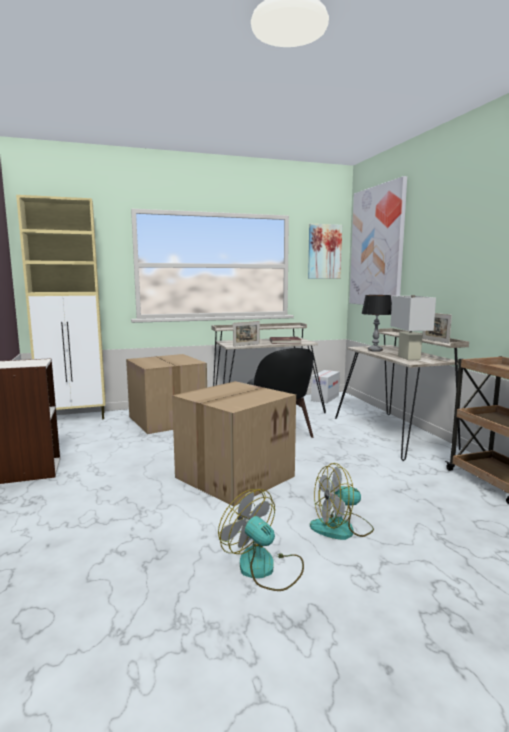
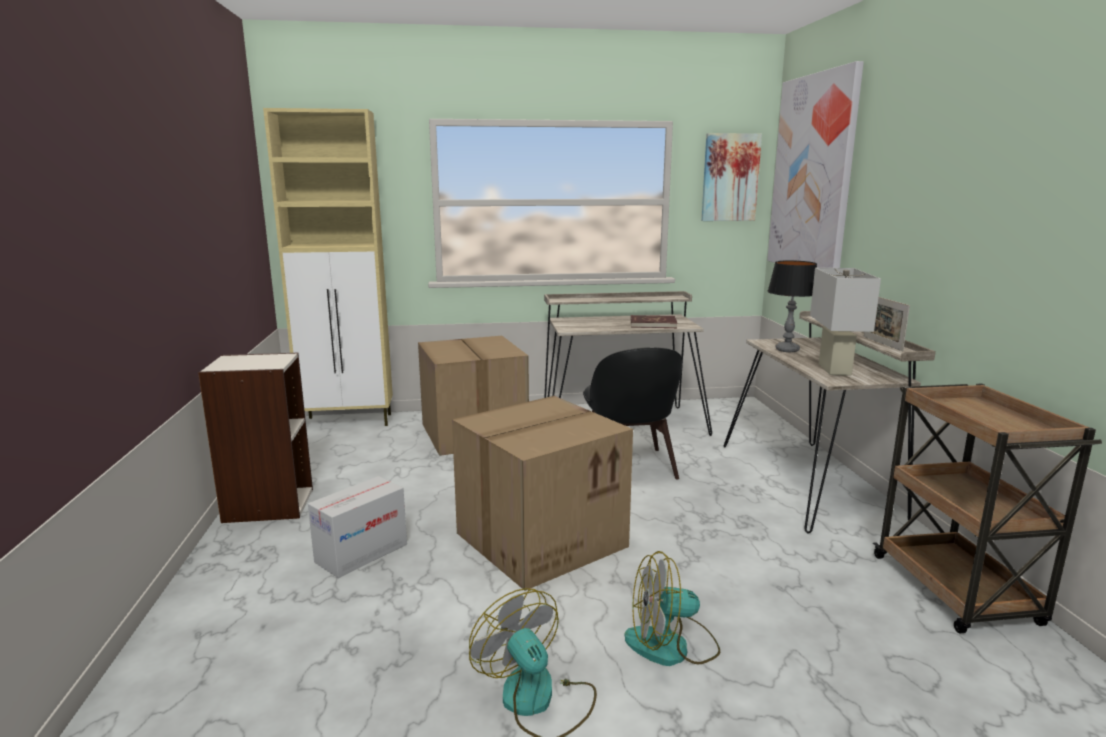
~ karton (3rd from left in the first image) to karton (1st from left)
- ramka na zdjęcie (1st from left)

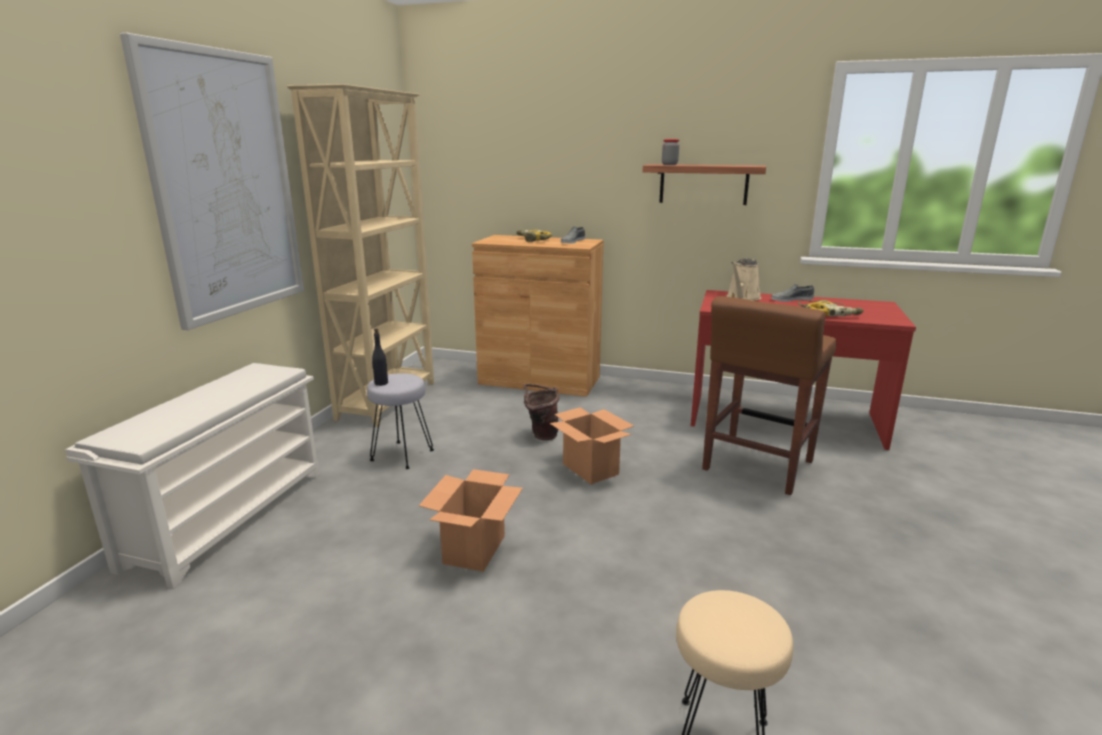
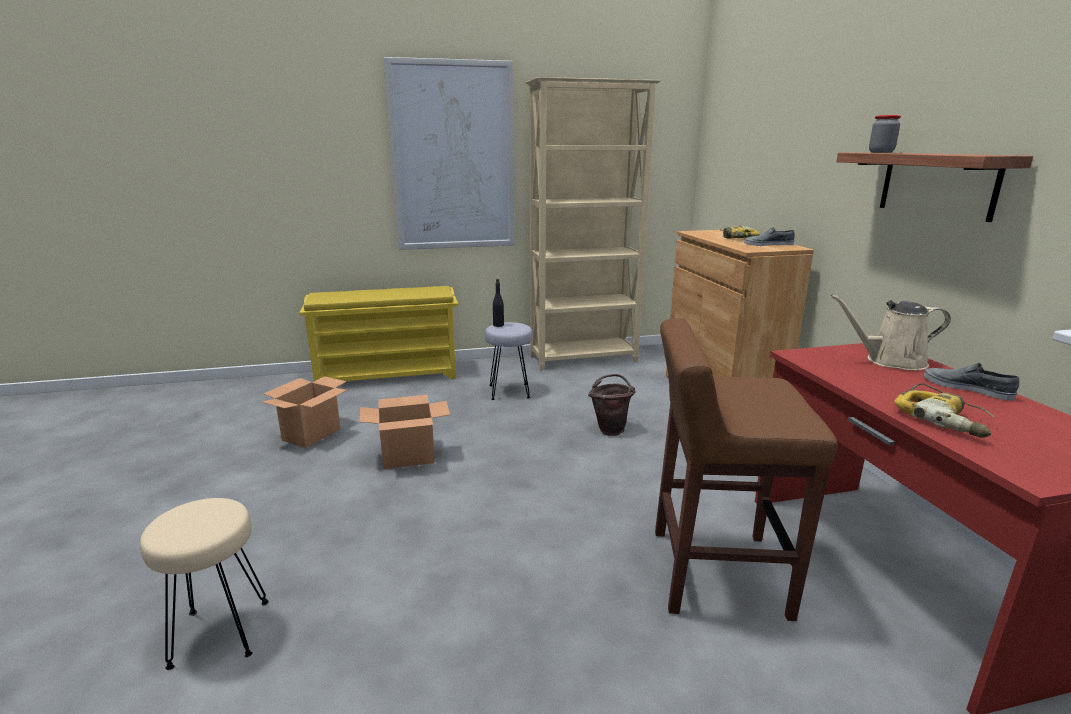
~ karton (2nd from left in the first image) to karton (1st from left)
~ regał na buty/biały to regał na buty/żółty

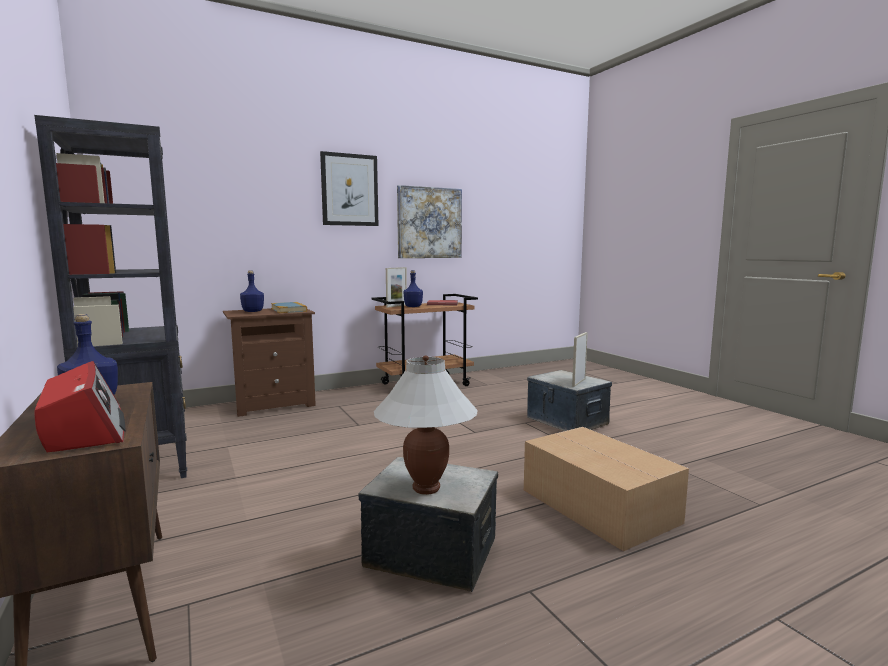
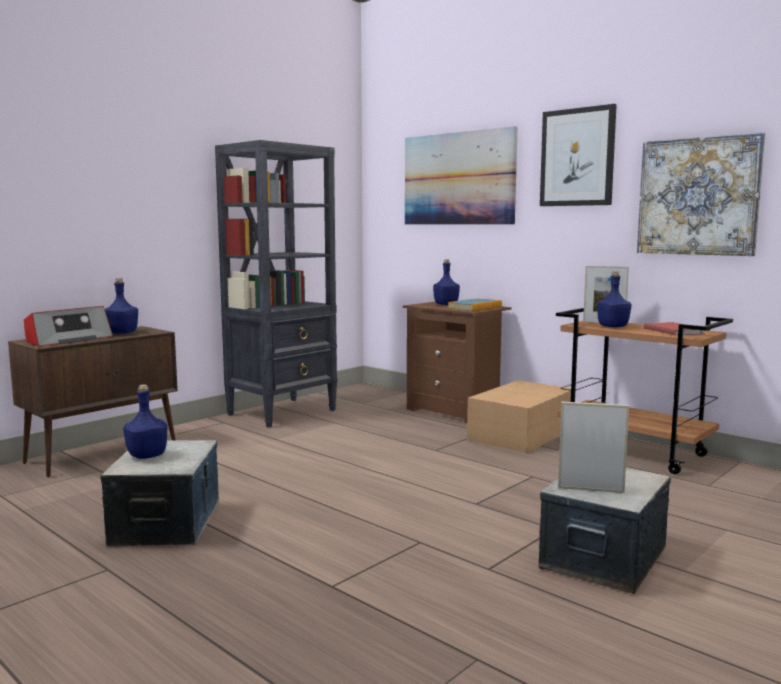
~ lampa stołowa/biały to butelka/niebieski (2nd from left)
+ obraz (1st from left)
~ karton

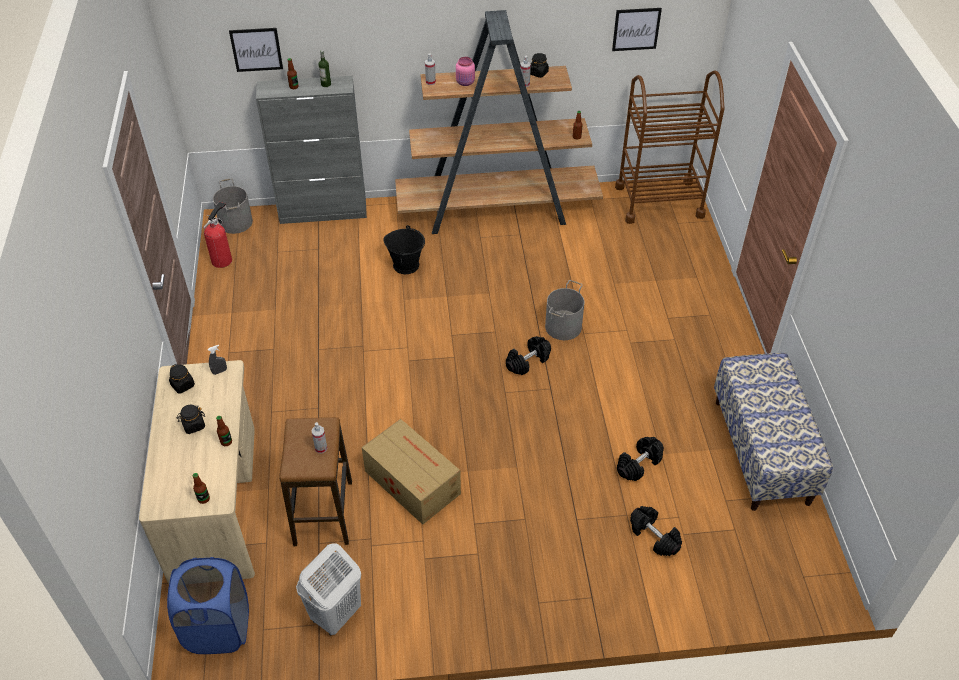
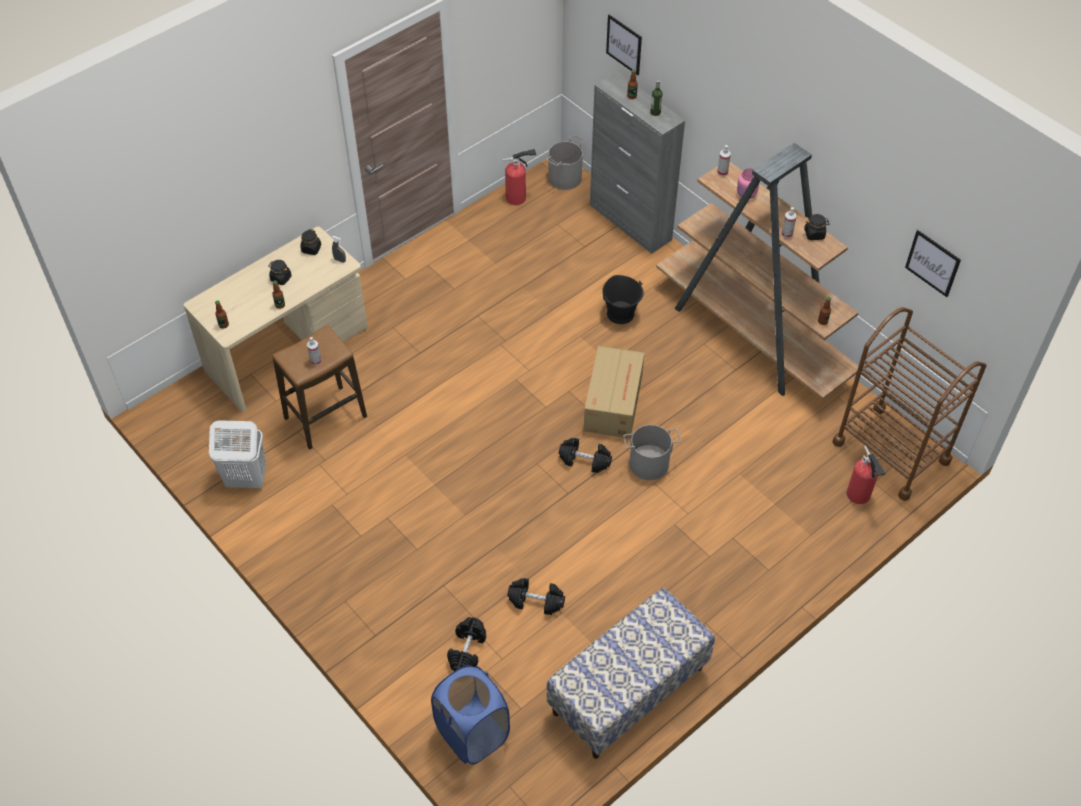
~ kosz na pranie/niebieski
~ karton
+ gaśnica (2nd from left)

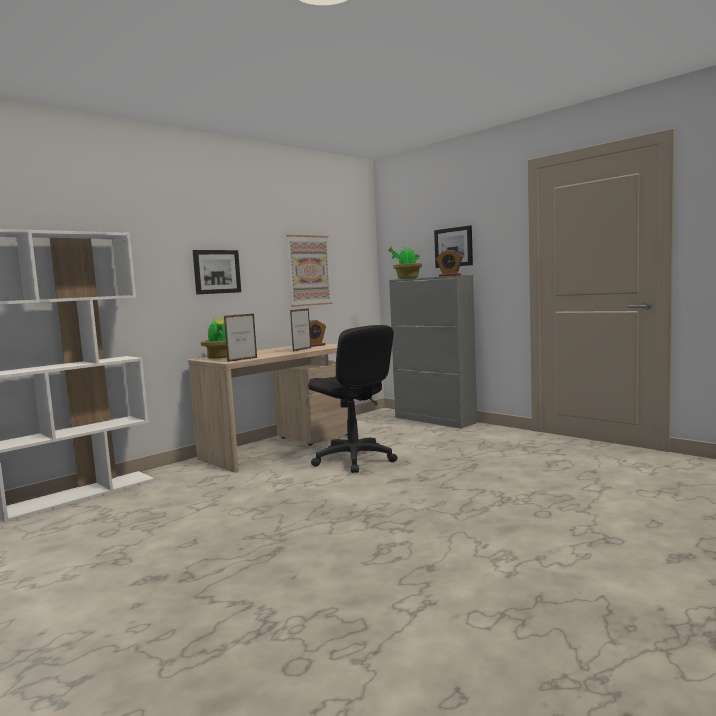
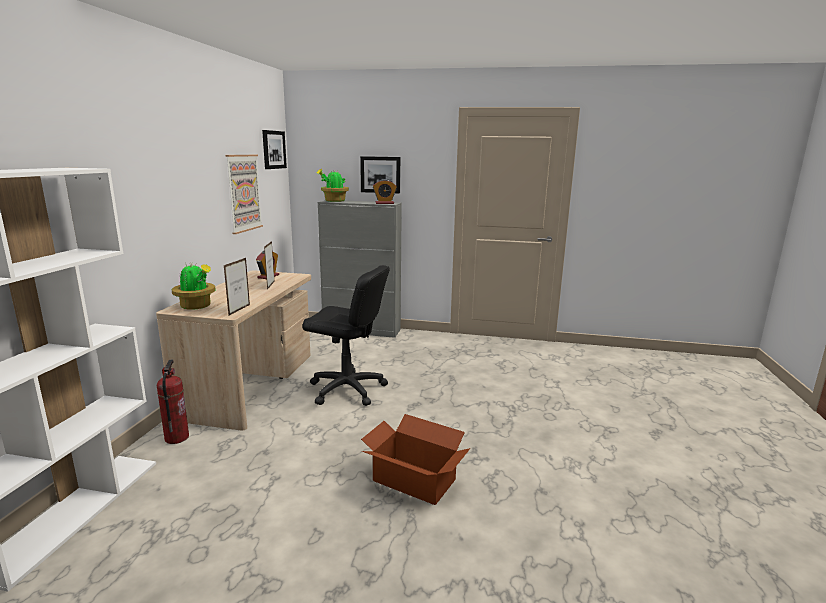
+ gaśnica
~ obraz (1st from left in the first image) to obraz (2nd from left)
+ karton

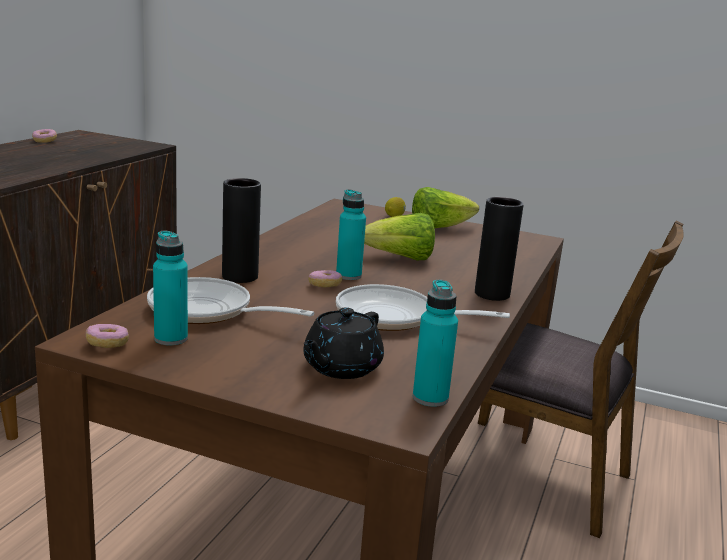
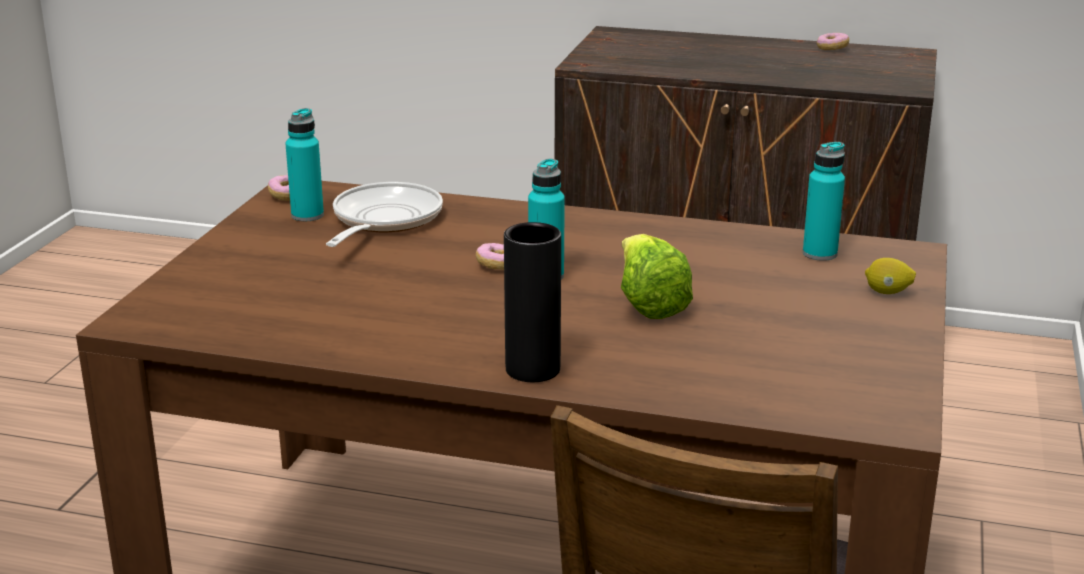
~ butelka/turkusowy (3rd from left)
- wazon/czarny (1st from left)
- imbryk/czarny
- patelnia (2nd from left)
- sałata (2nd from left)

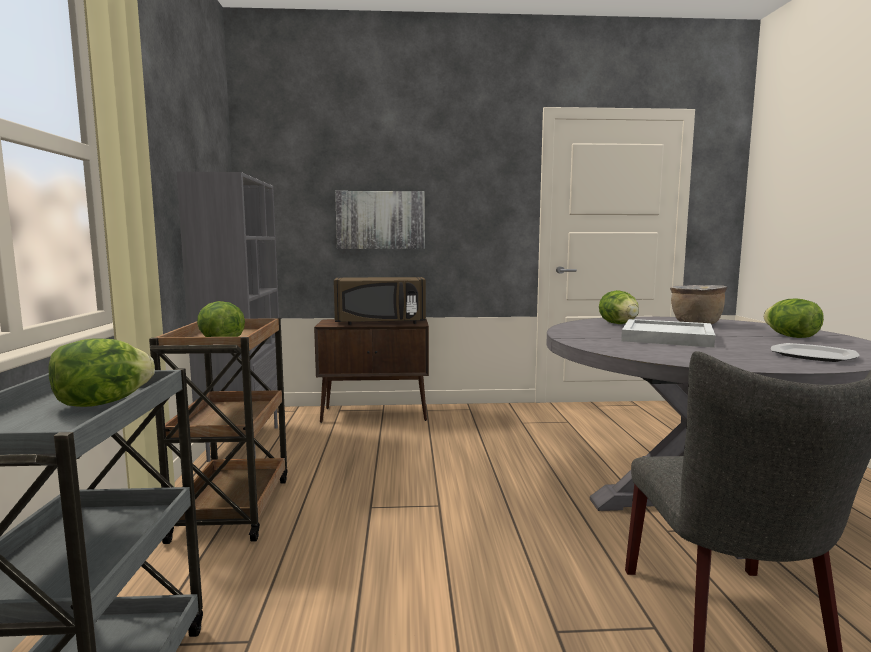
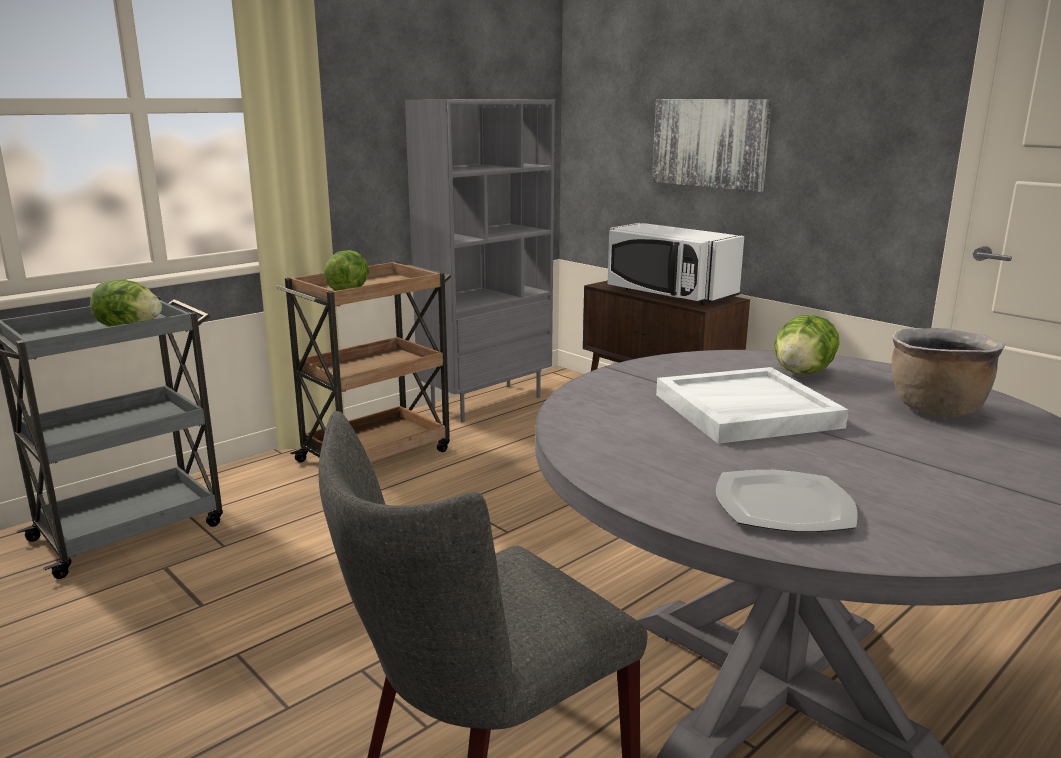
~ mikrofalówka/brązowy to mikrofalówka/biały
- sałata (4th from left)

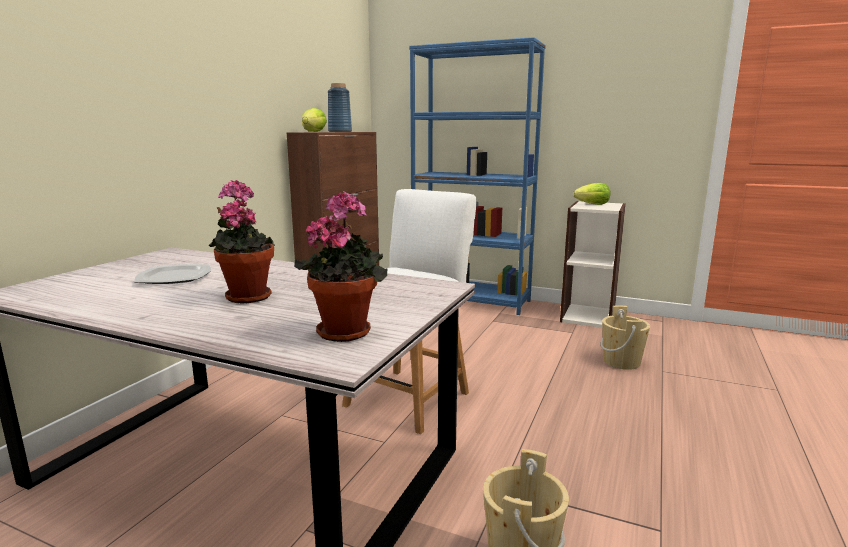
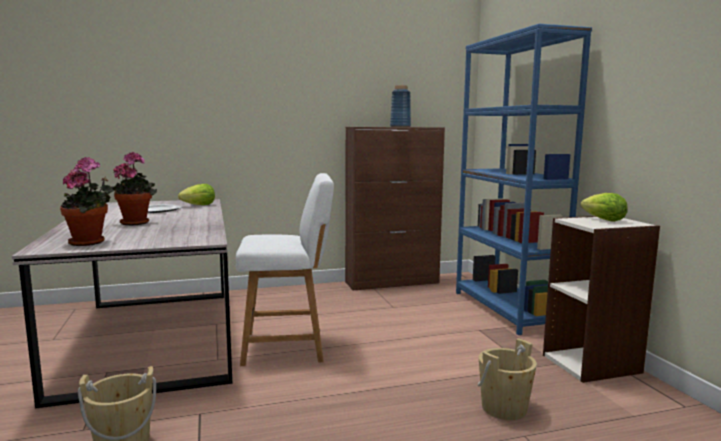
~ sałata (1st from left)

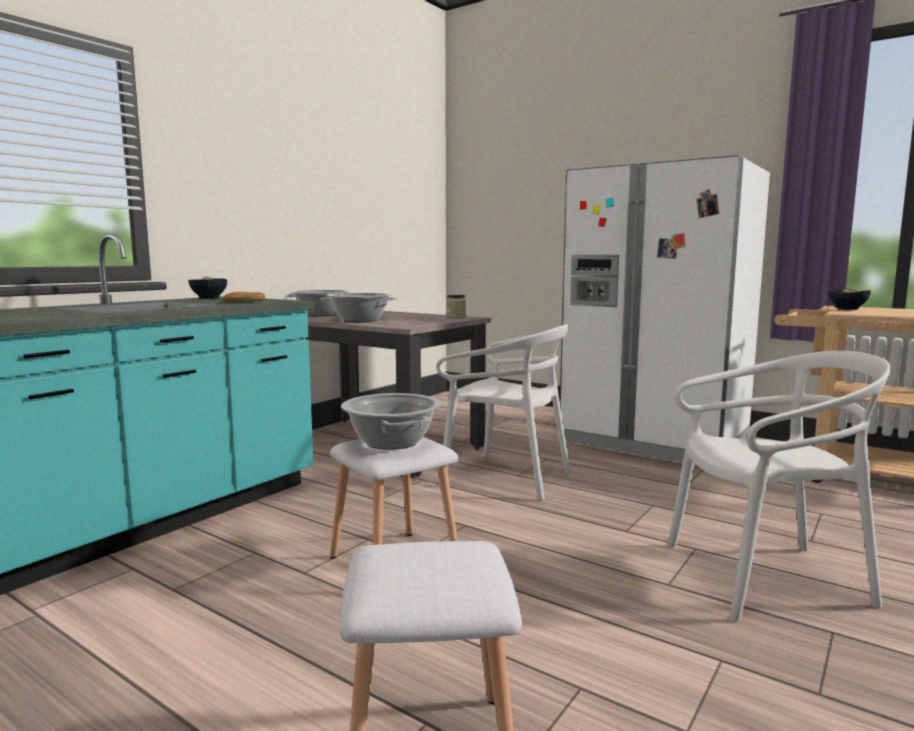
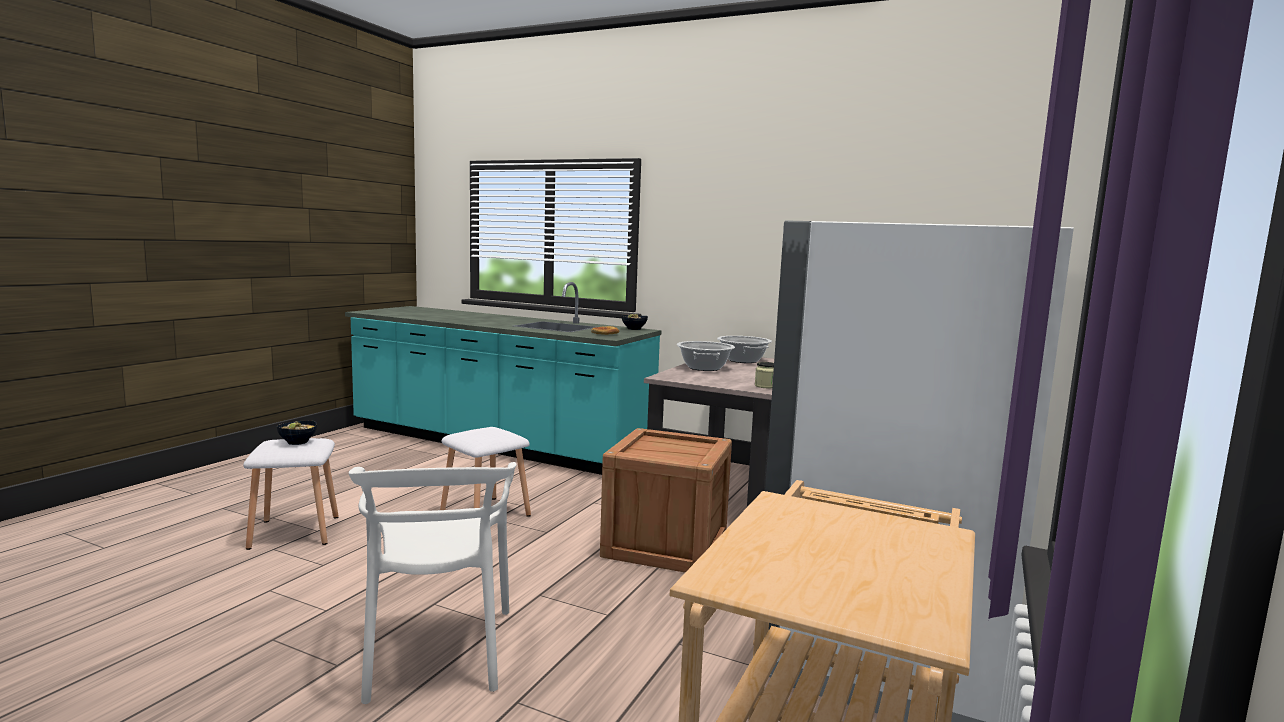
~ miska (2nd from left in the first image) to miska (1st from left)
~ krzesło/biały (1st from left) to skrzynka
- garnek (3rd from left)

